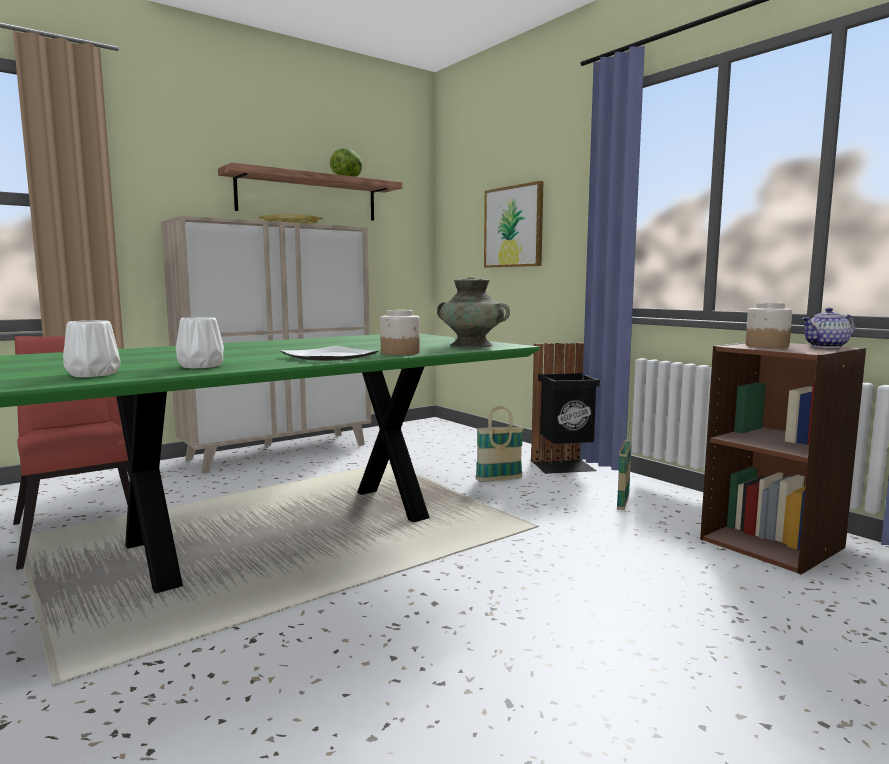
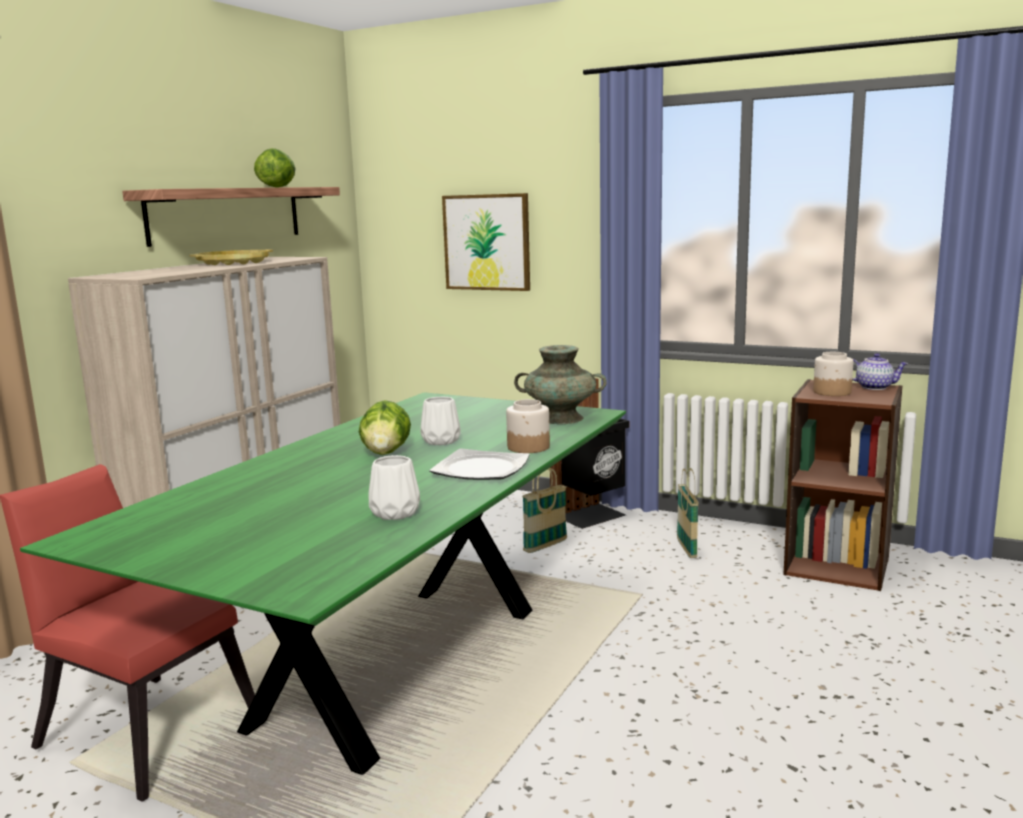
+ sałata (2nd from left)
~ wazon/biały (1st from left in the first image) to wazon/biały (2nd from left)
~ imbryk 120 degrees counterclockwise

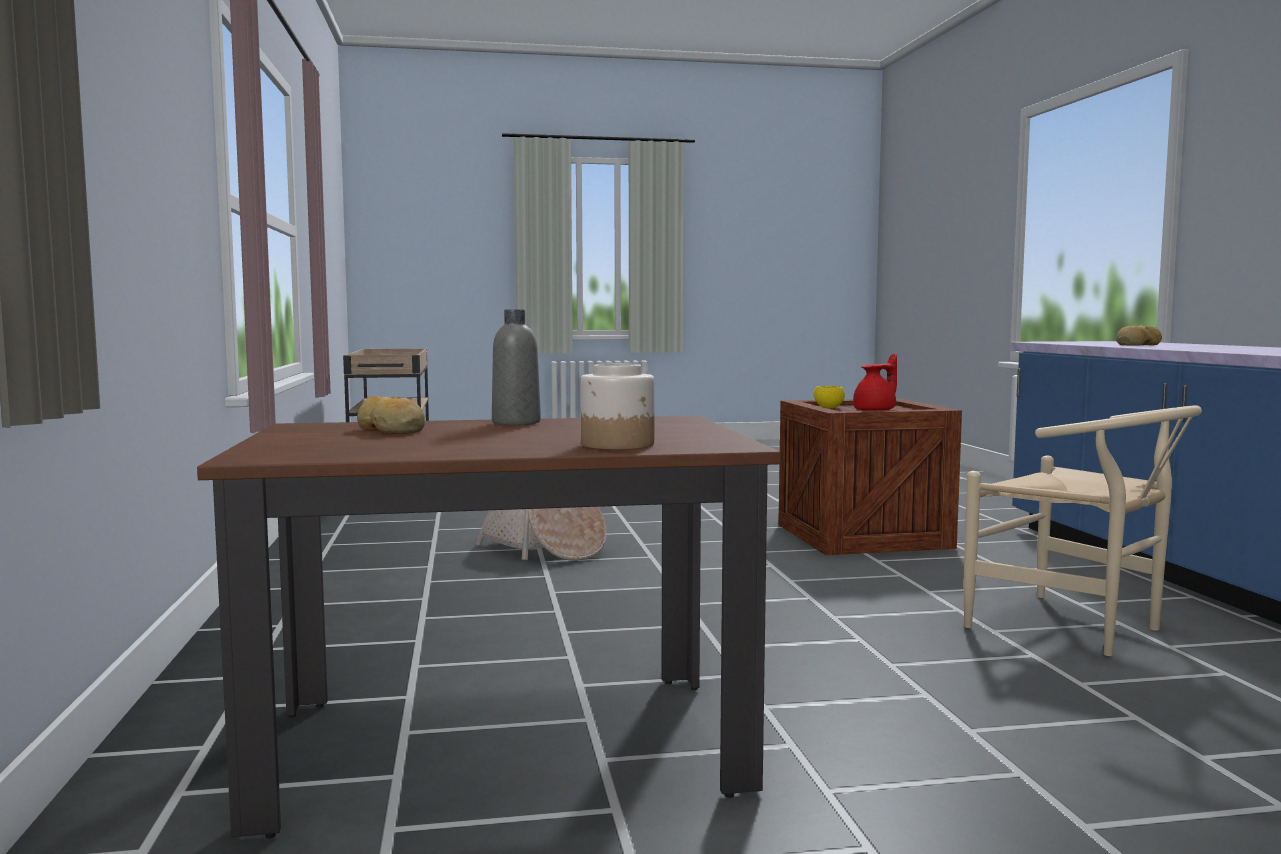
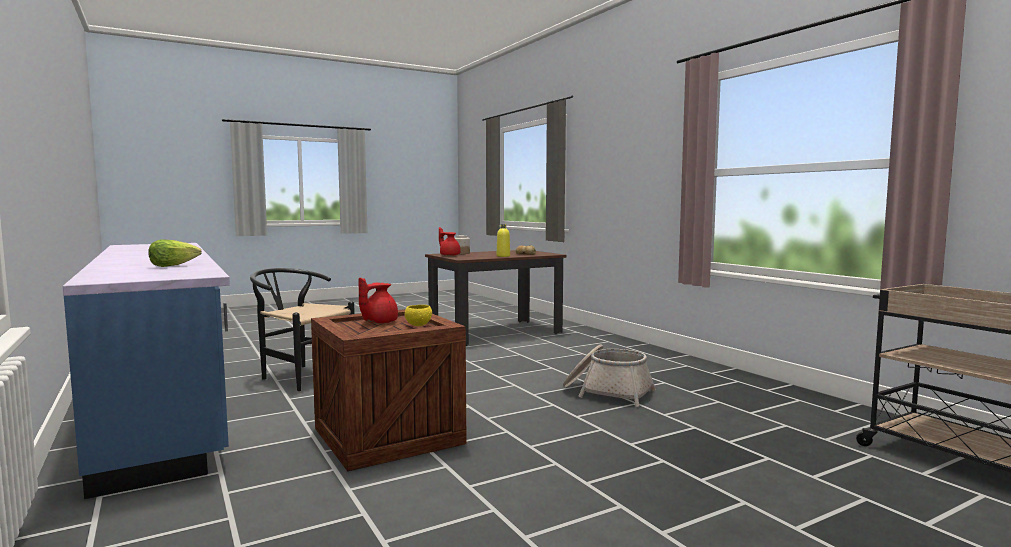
~ chleb (2nd from left) to sałata
~ krzesło/beżowy to krzesło/czarny
+ imbryk/czerwony (2nd from left)
~ butelka/szary to butelka/żółty

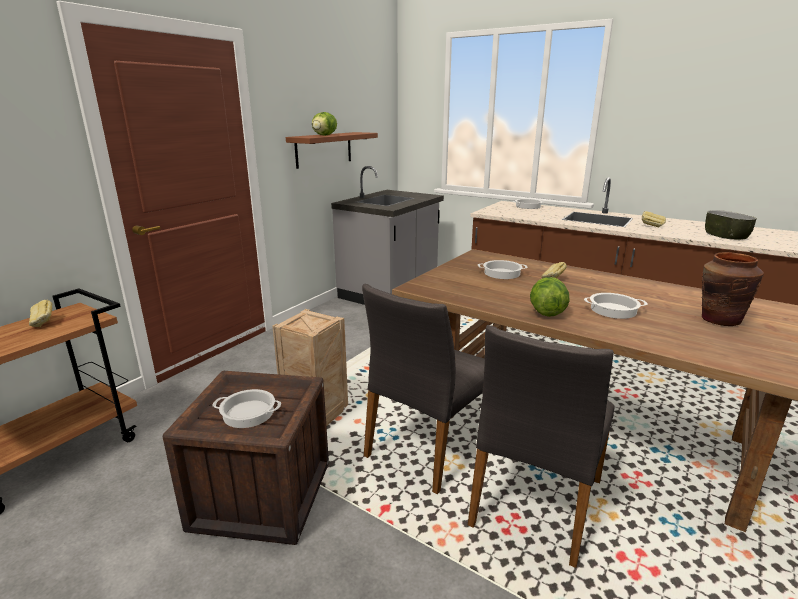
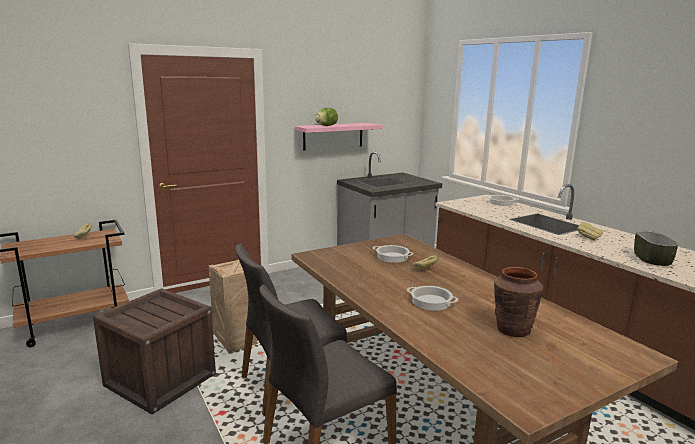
~ półka/brązowy to półka/różowy
- garnek (1st from left)
- sałata (2nd from left)

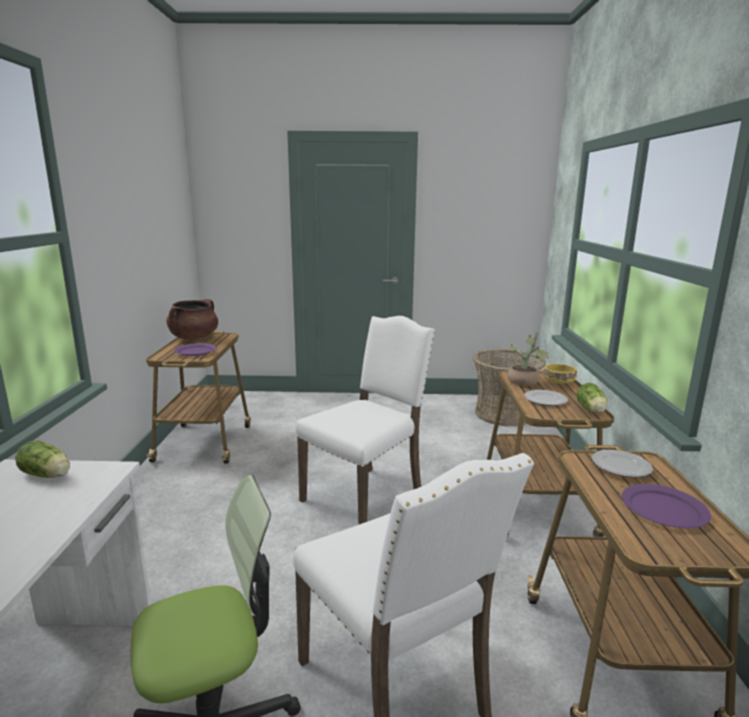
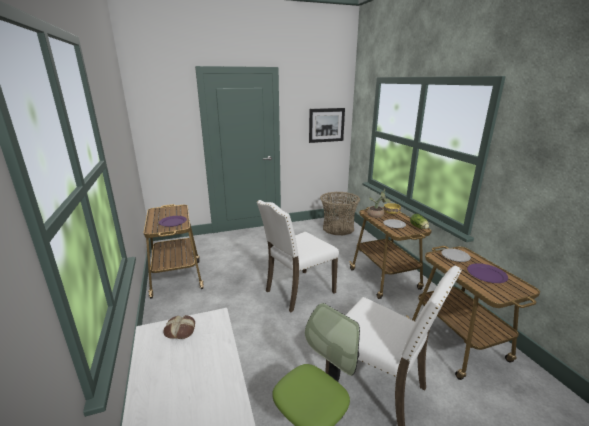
~ sałata (1st from left) to chleb
~ krzesło/biały (1st from left) 150 degrees counterclockwise
+ obraz
- garnek/brązowy

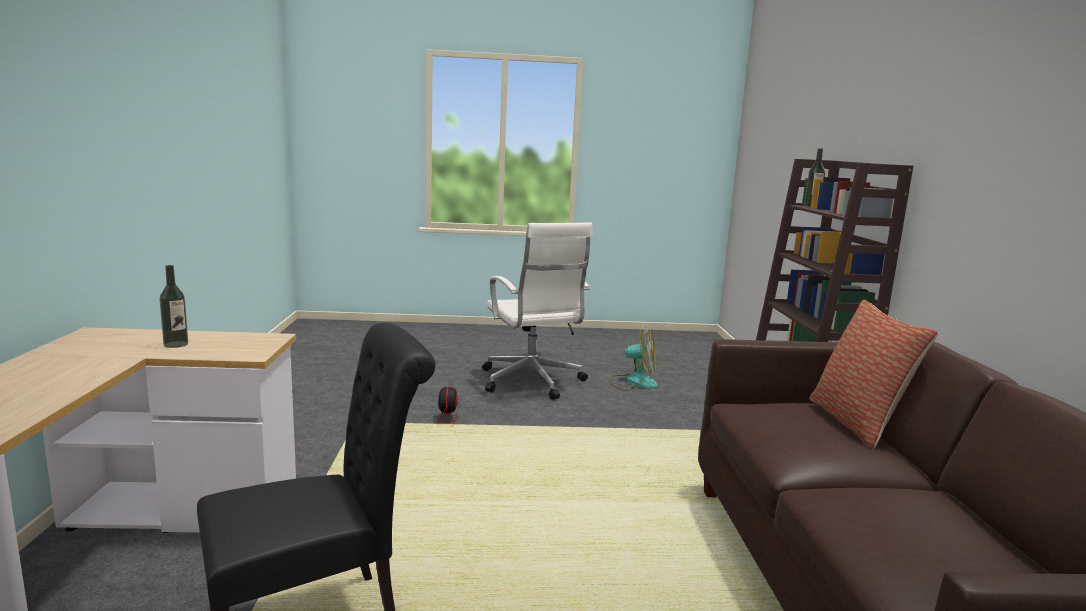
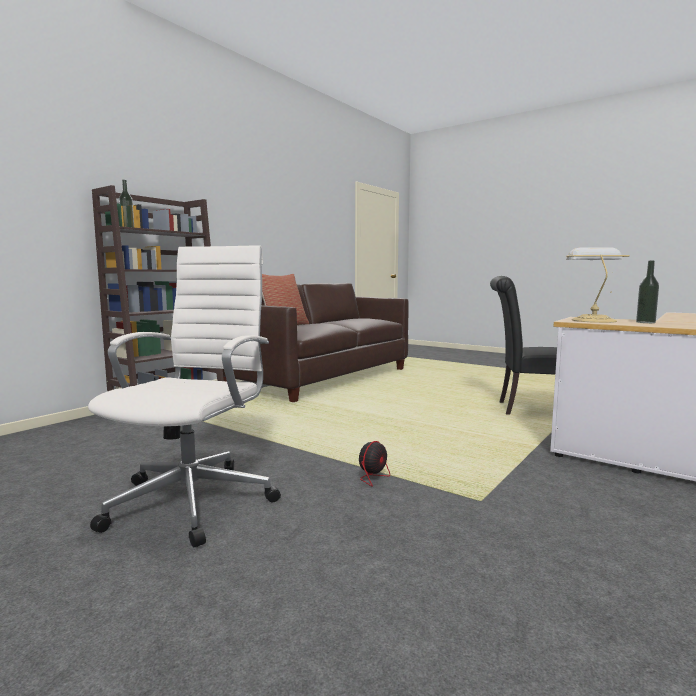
+ lampa stołowa
- wentylator (2nd from left)

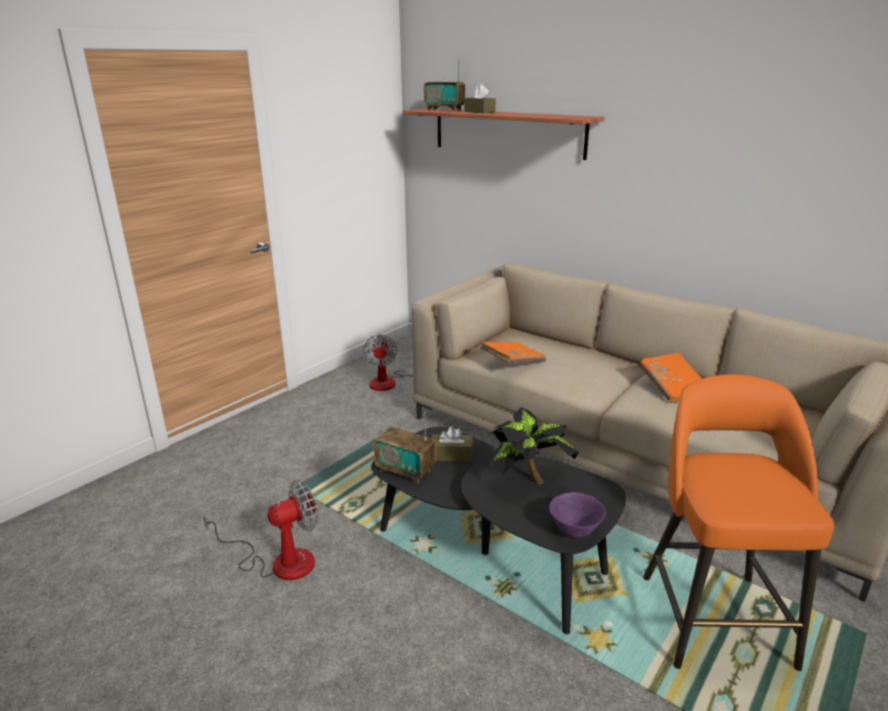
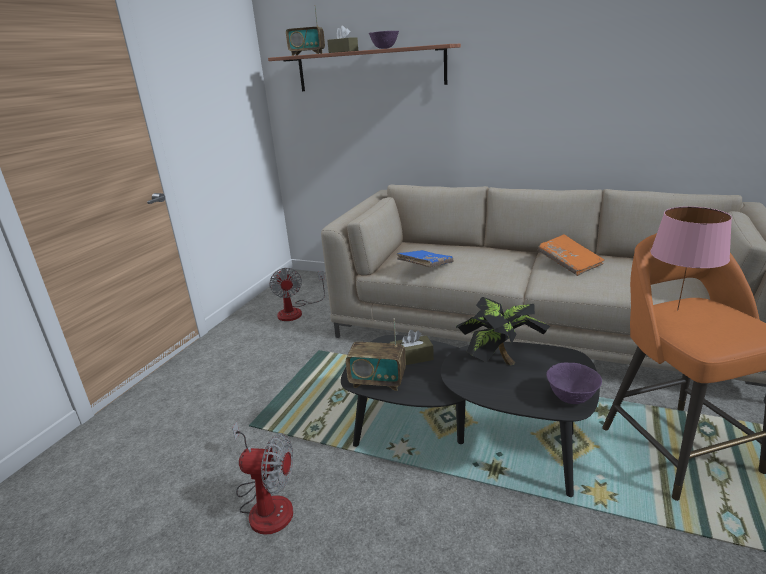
~ wentylator (1st from left) 60 degrees clockwise
+ miska/fioletowy (1st from left)
~ książka/pomarańczowy (1st from left) to książka/niebieski
+ lampa stołowa/różowy

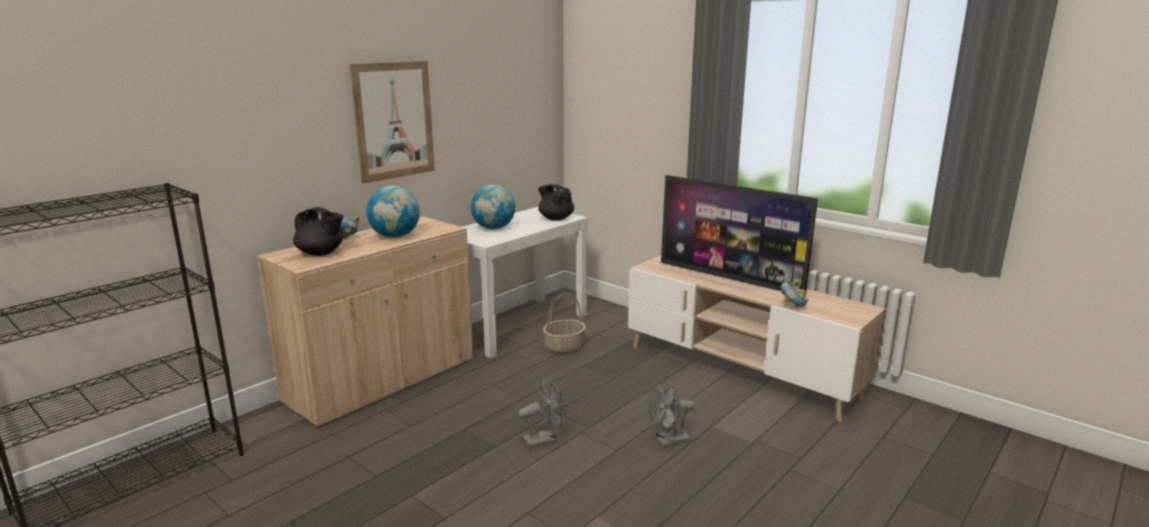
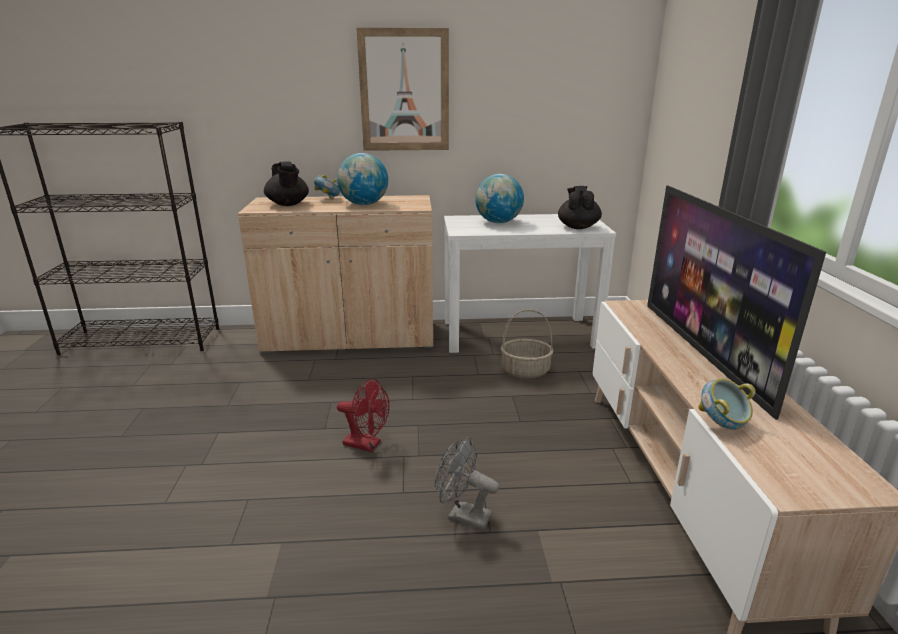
~ wentylator/szary (1st from left) to wentylator/czerwony

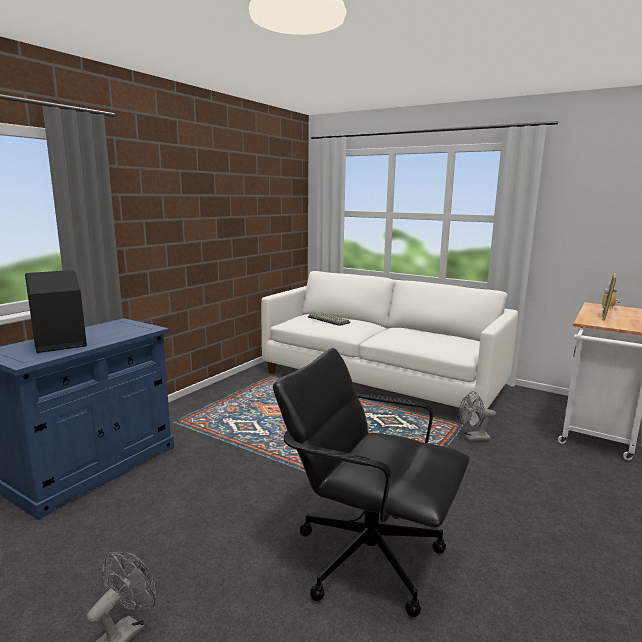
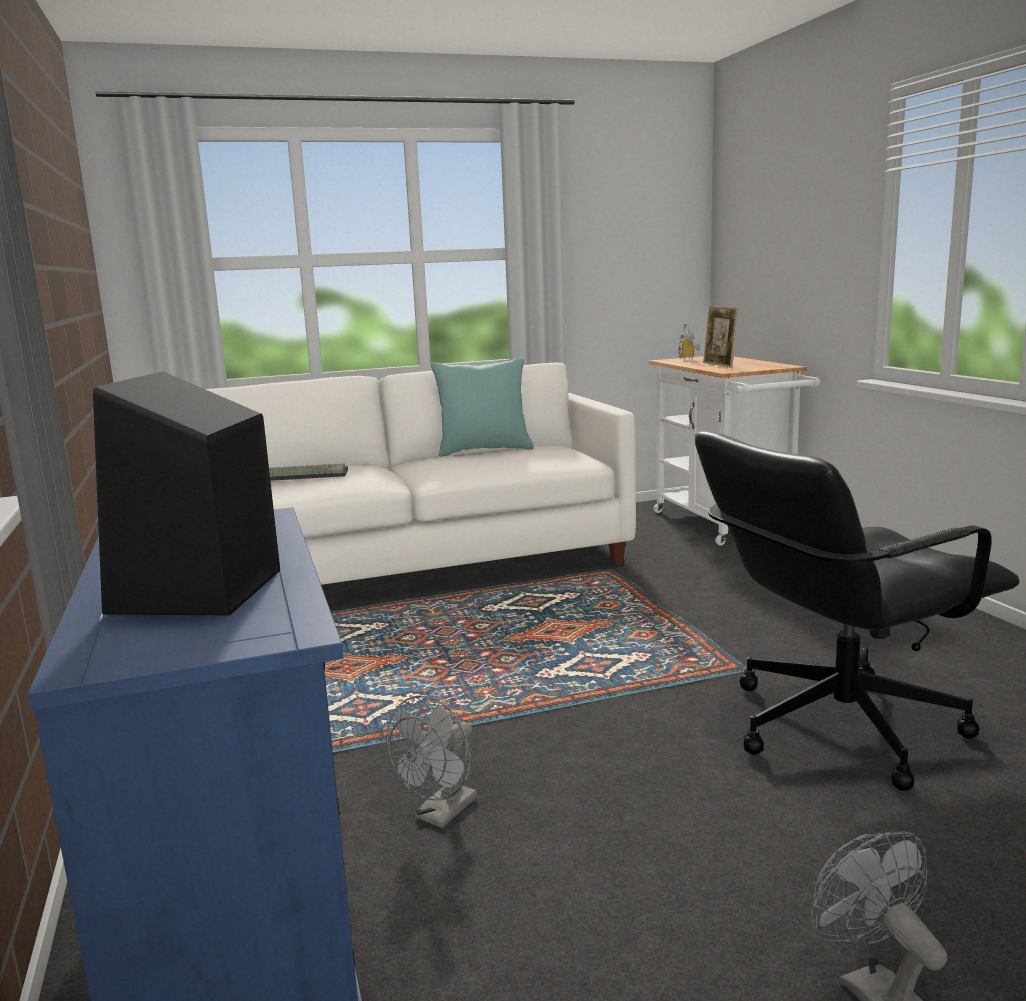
~ wentylator/szary (2nd from left in the first image) to wentylator/szary (1st from left)
+ poduszka/turkusowy

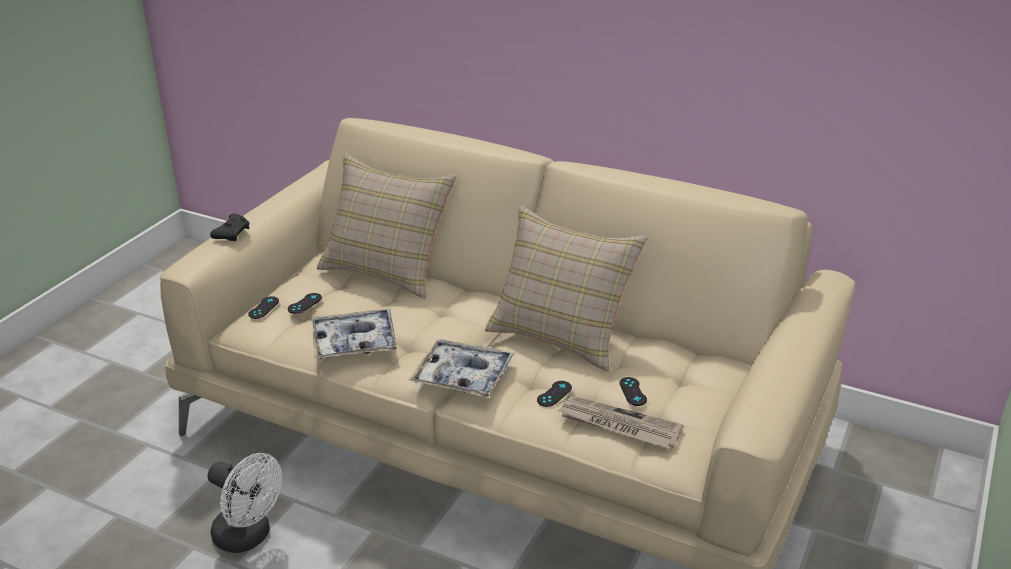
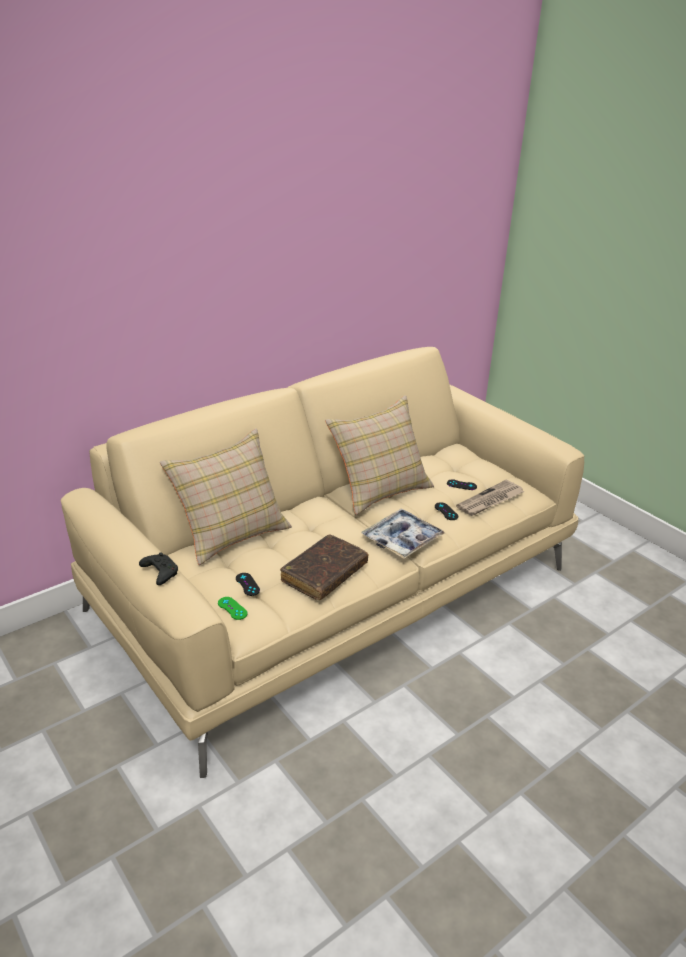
~ pad do gier/czarny (2nd from left) to pad do gier/zielony
~ taca (1st from left) to książka/brązowy
- wentylator/biały

